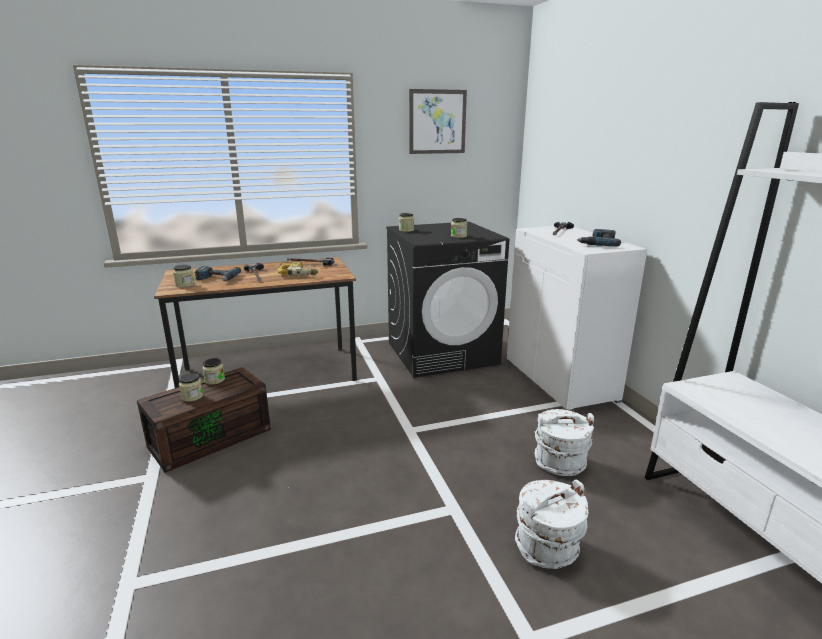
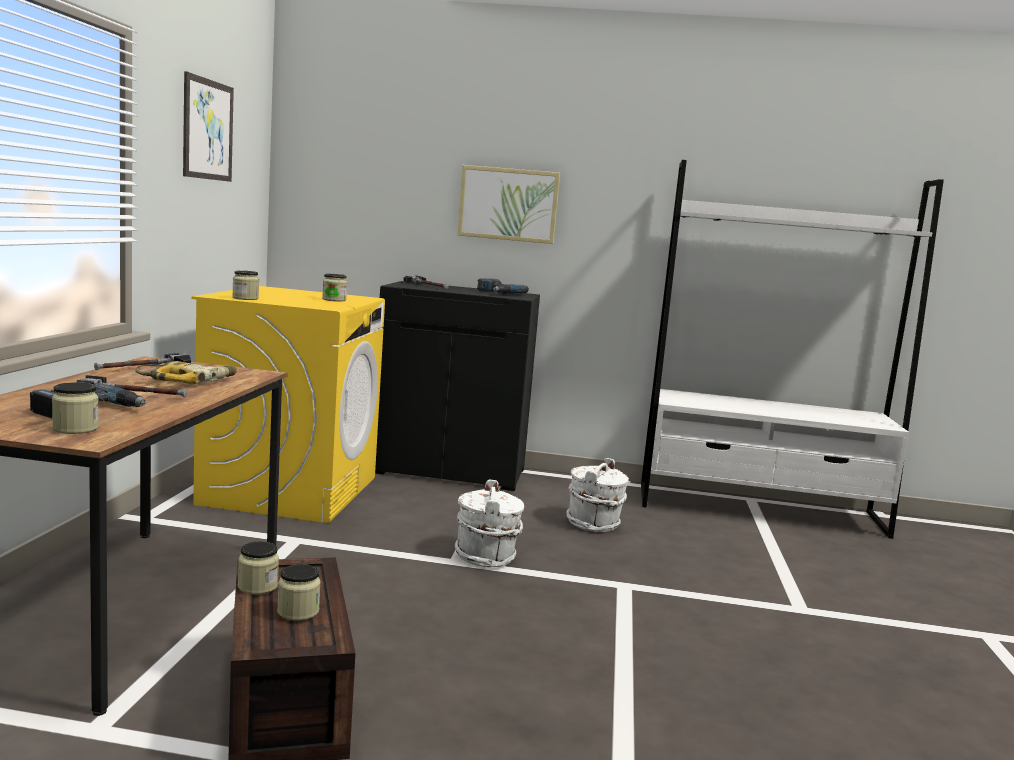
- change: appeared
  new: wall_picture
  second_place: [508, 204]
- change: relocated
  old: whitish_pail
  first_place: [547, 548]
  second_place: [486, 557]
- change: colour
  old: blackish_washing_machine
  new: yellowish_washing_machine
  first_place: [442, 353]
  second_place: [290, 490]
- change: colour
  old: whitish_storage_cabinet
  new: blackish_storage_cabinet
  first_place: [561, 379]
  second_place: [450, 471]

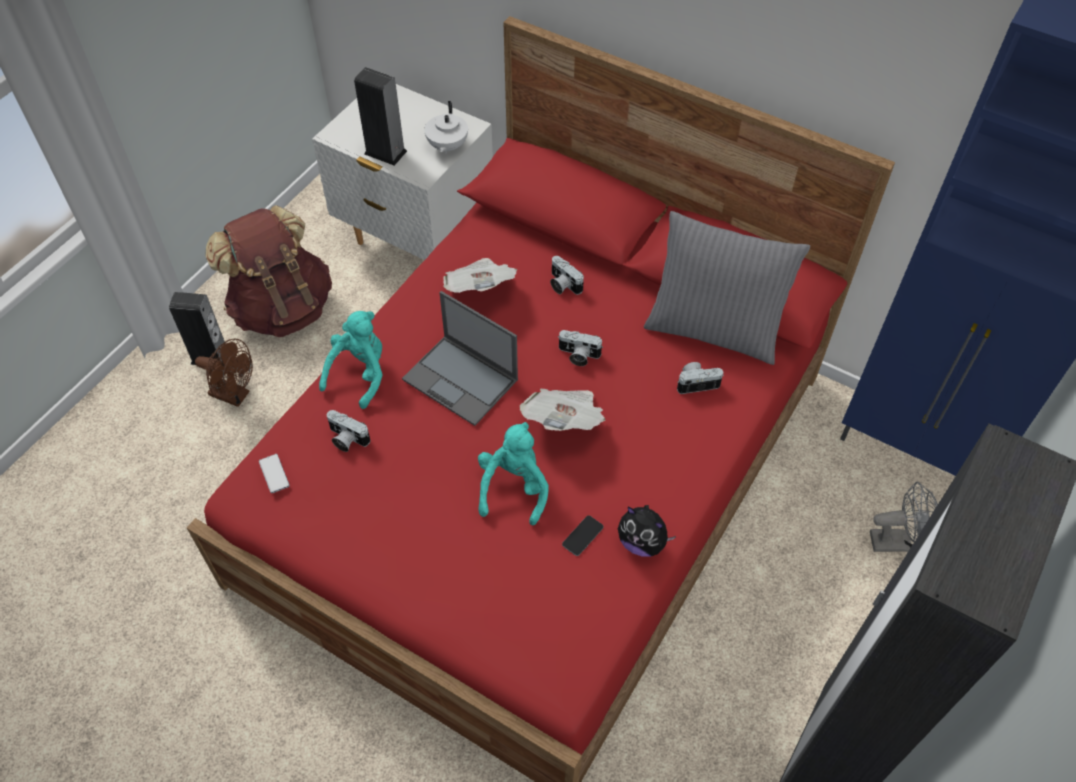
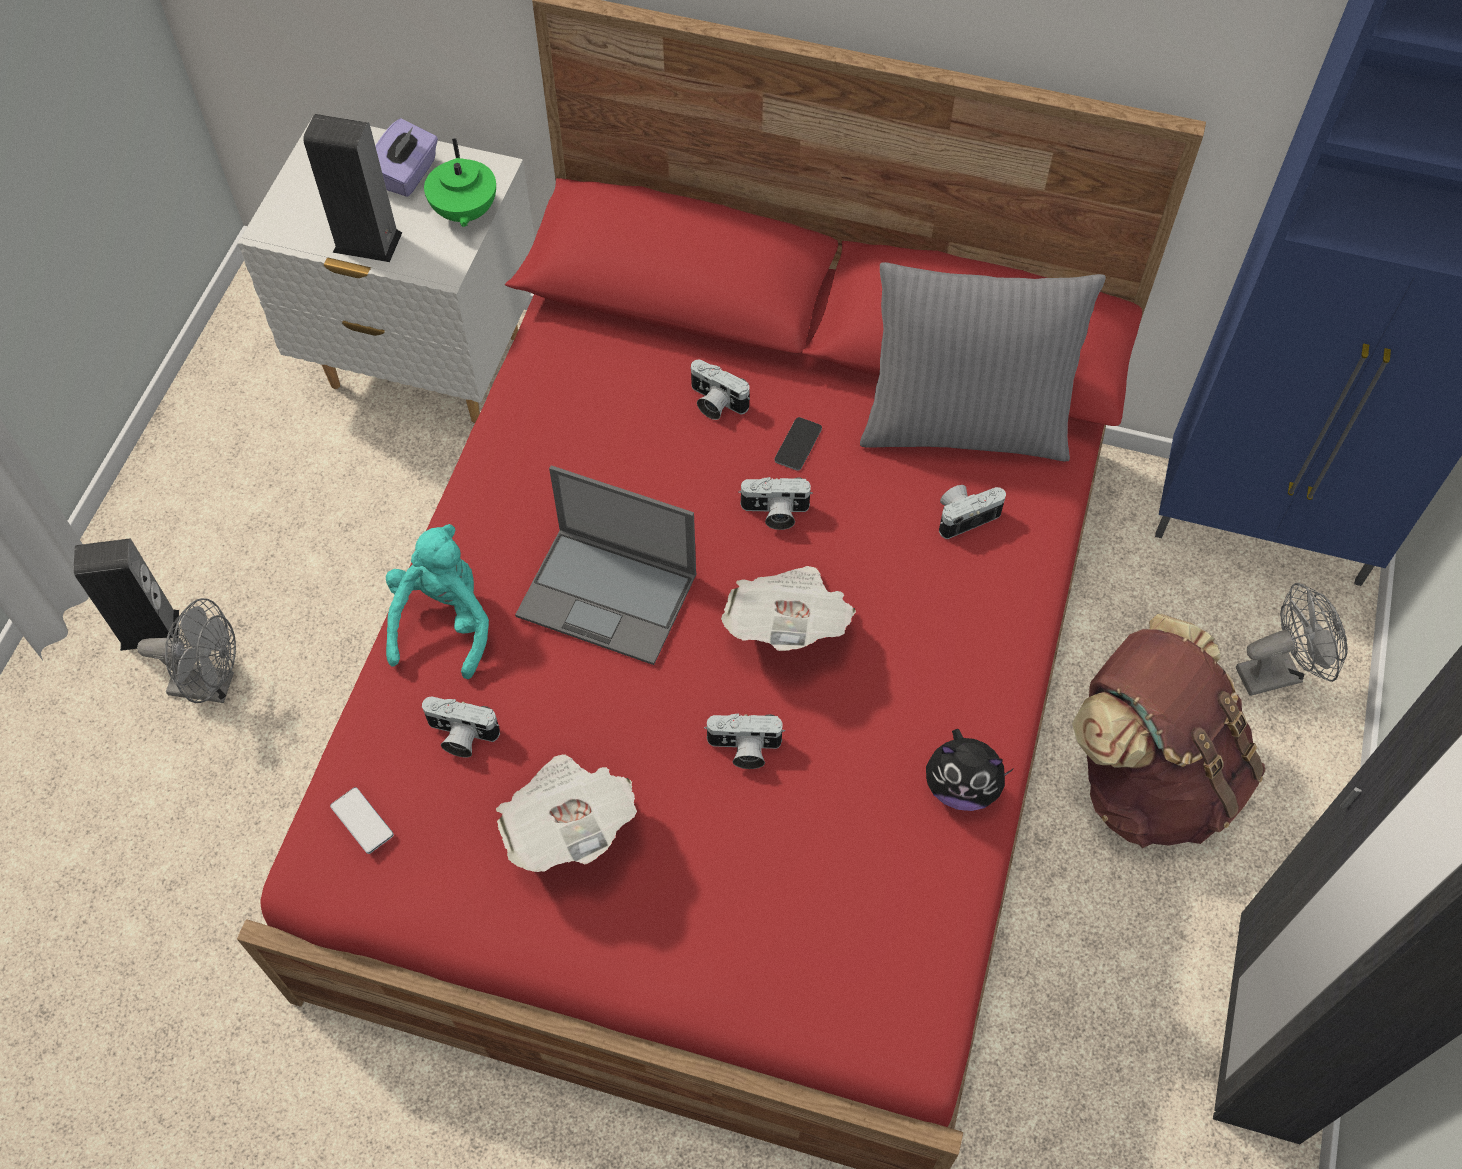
- change: appeared
  new: purple-coloured_box_of_tissues
  second_place: [407, 175]
- change: relocated
  old: brown-coloured_backpack
  first_place: [282, 308]
  second_place: [1148, 776]
- change: relocated
  old: newspaper
  first_place: [480, 289]
  second_place: [568, 824]
- change: relocated
  old: telephone
  first_place: [582, 536]
  second_place: [798, 444]
- change: exchanged
  old: turquoise_cuddly_toy
  new: photo_camera
  first_place: [513, 488]
  second_place: [743, 749]
- change: colour
  old: brown-coloured_fan
  new: greyish_fan
  first_place: [235, 395]
  second_place: [212, 685]
- change: colour
  old: whitish_tea_pot
  new: green-coloured_tea_pot
  first_place: [447, 147]
  second_place: [464, 213]

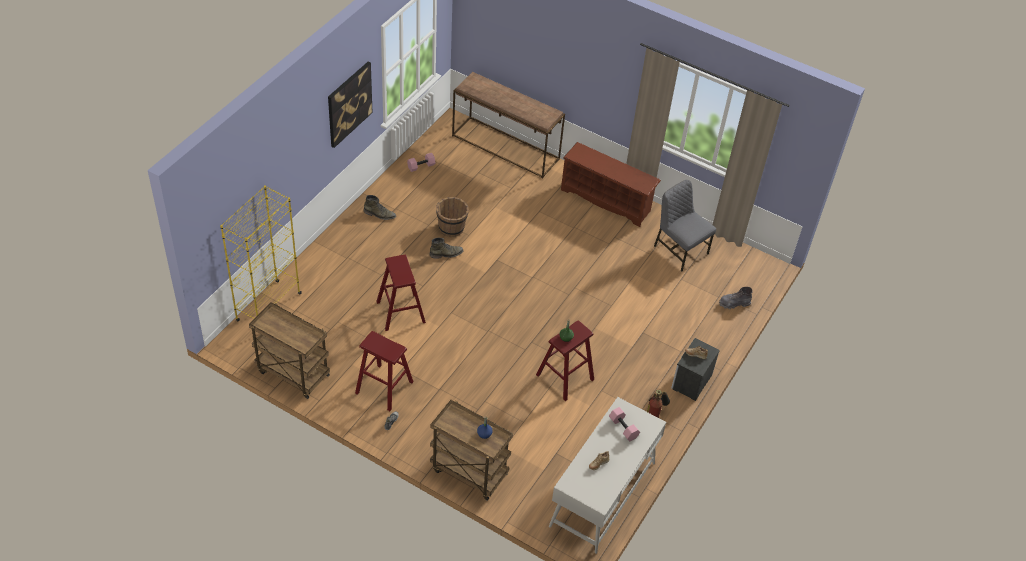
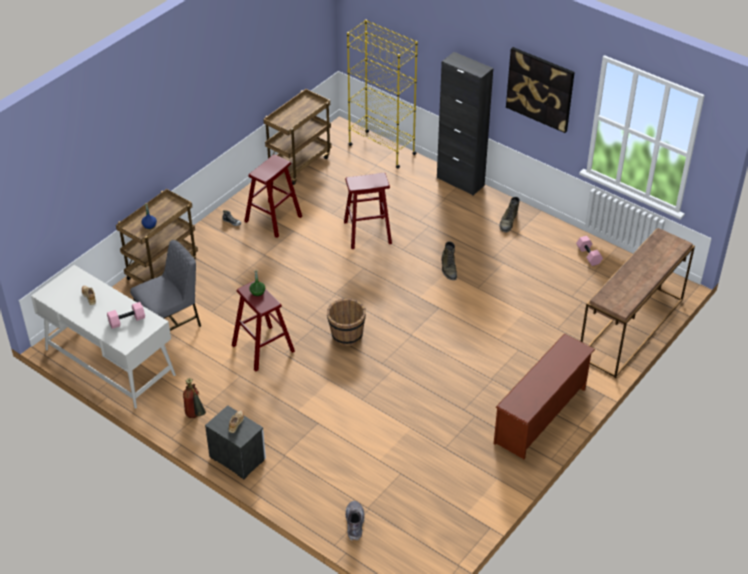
- change: appeared
  new: blackish_storage_cabinet
  second_place: [460, 181]
- change: relocated
  old: brown-coloured_pail
  first_place: [451, 228]
  second_place: [346, 336]
- change: relocated
  old: greyish_plain_chair
  first_place: [679, 249]
  second_place: [170, 323]

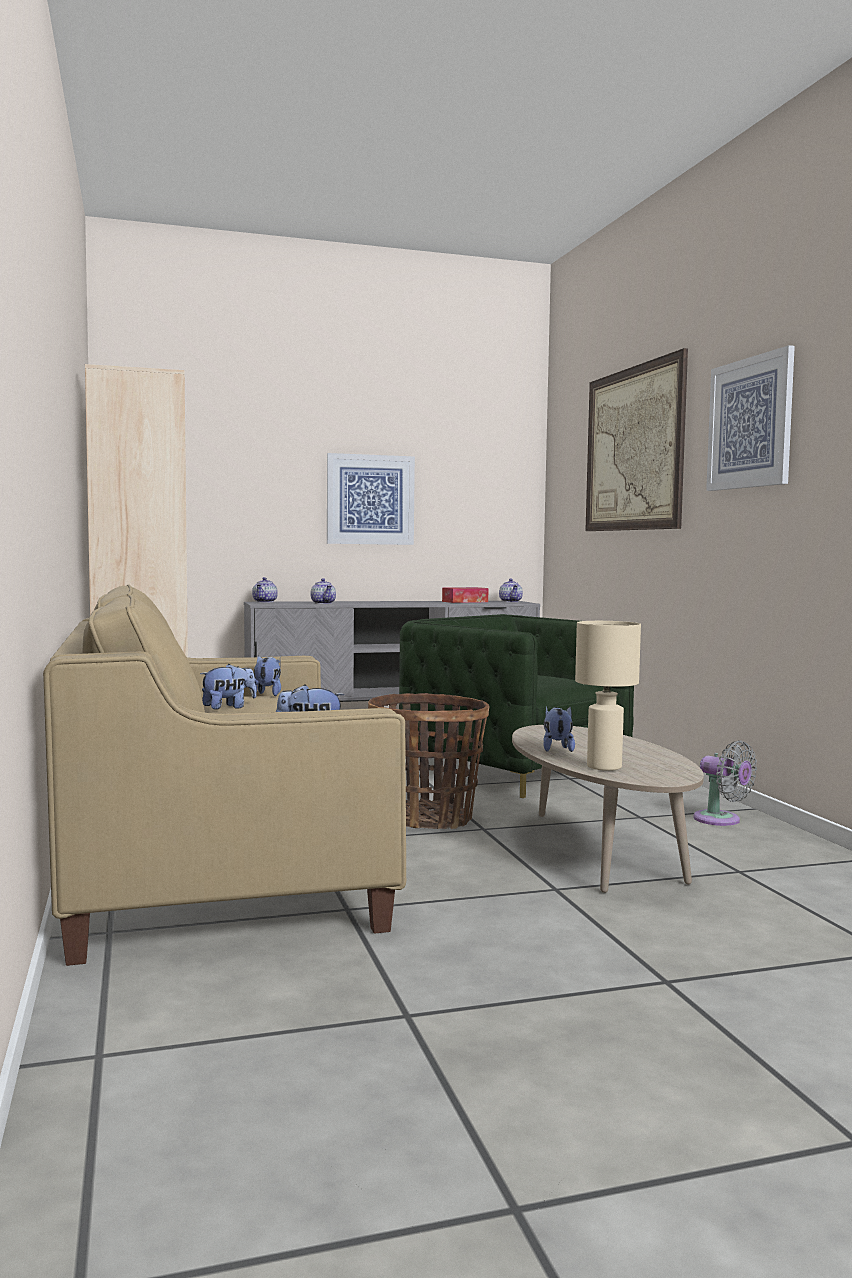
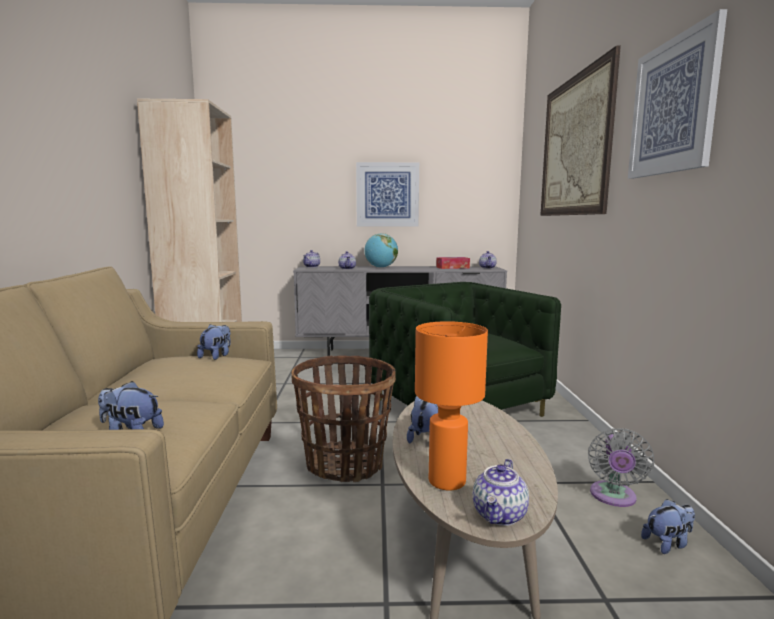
- change: appeared
  new: desk_globe
  second_place: [381, 267]
- change: appeared
  new: tea_pot
  second_place: [500, 515]
- change: relocated
  old: cuddly_toy
  first_place: [228, 707]
  second_place: [668, 543]
- change: colour
  old: sand-coloured_lamp_for_a_table
  new: orangey_lamp_for_a_table
  first_place: [605, 767]
  second_place: [447, 482]
- change: spun
  old: greyish_fan
  first_place: [721, 820]
  second_place: [613, 497]
  degrees: 45

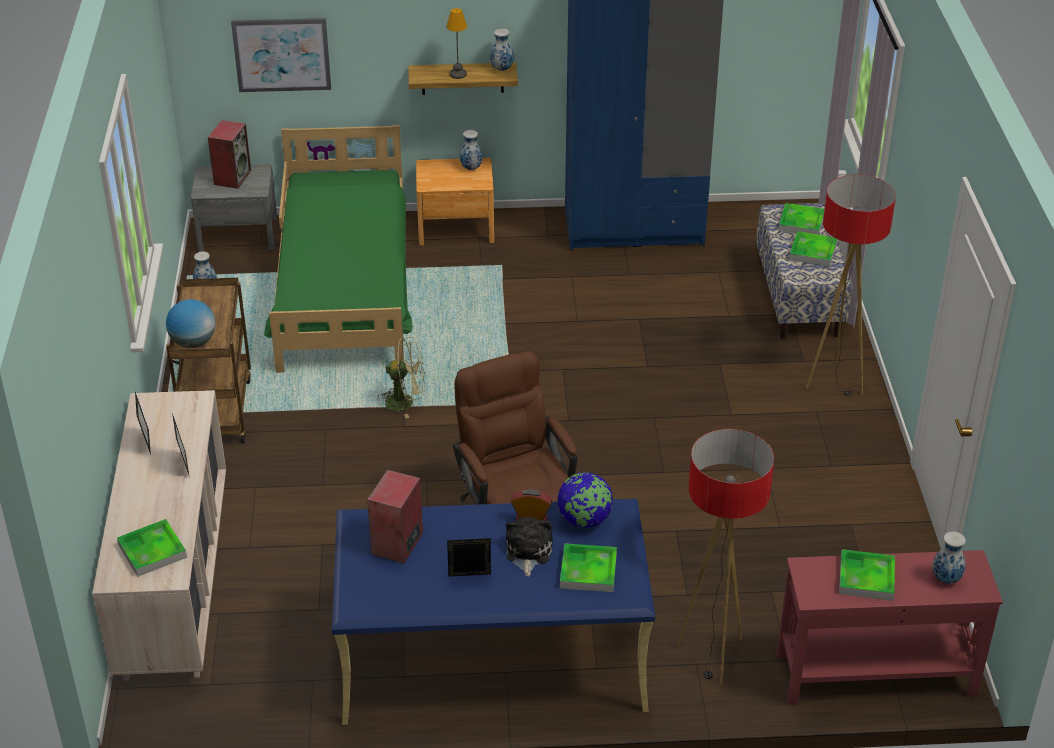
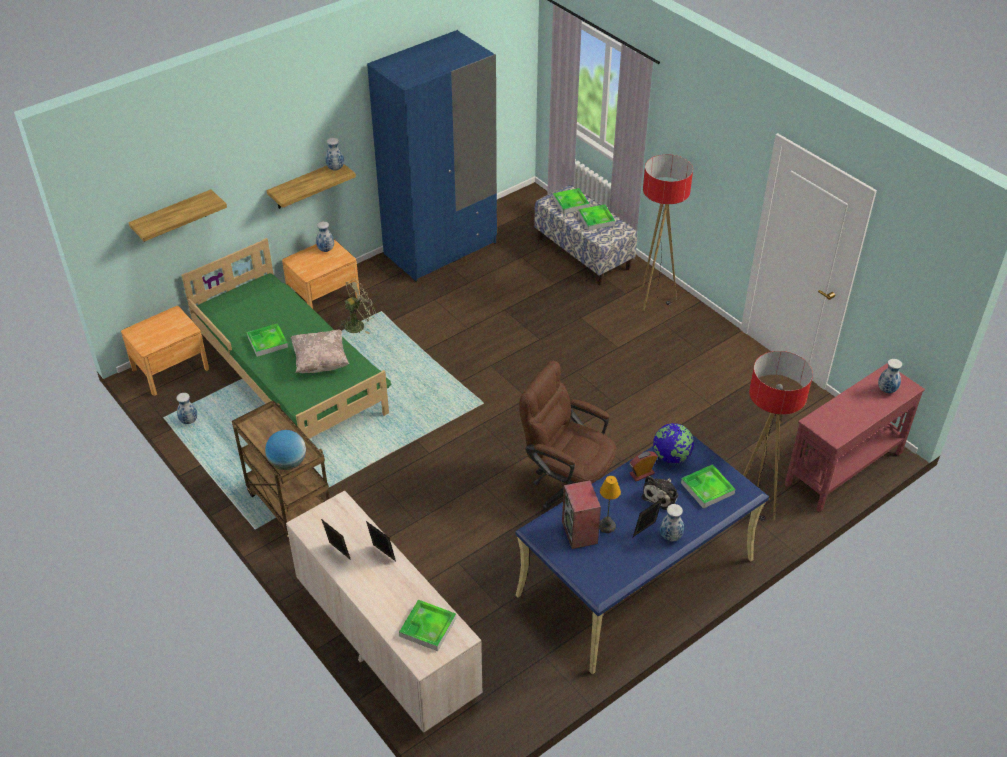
- change: missing
  old: audio_speaker
  first_place: [232, 177]
- change: appeared
  new: sand-coloured_throw_pillow
  second_place: [320, 362]
- change: appeared
  new: decorative_vase
  second_place: [670, 537]
- change: relocated
  old: green-coloured_fan
  first_place: [406, 402]
  second_place: [358, 324]
- change: relocated
  old: lamp_for_a_table
  first_place: [458, 74]
  second_place: [607, 526]
- change: relocated
  old: tray
  first_place: [866, 578]
  second_place: [267, 342]
- change: exchanged
  old: wall_picture
  new: wall_shelf
  first_place: [282, 54]
  second_place: [173, 216]
- change: colour
  old: greyish_bedside_table
  new: brown-coloured_bedside_table
  first_place: [238, 234]
  second_place: [170, 369]
- change: spun
  old: cuddly_toy
  first_place: [527, 552]
  second_place: [661, 495]
  degrees: -120

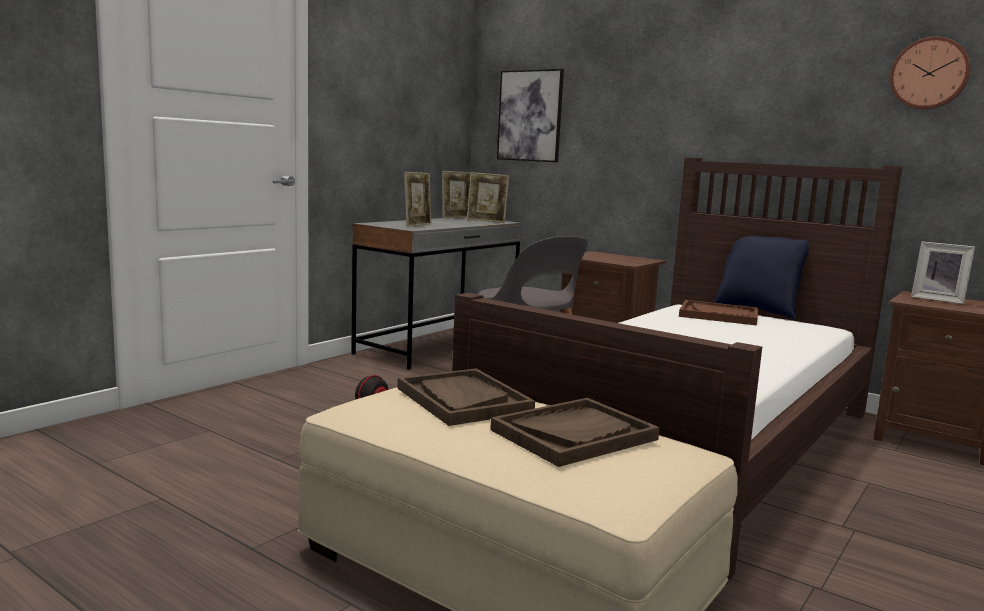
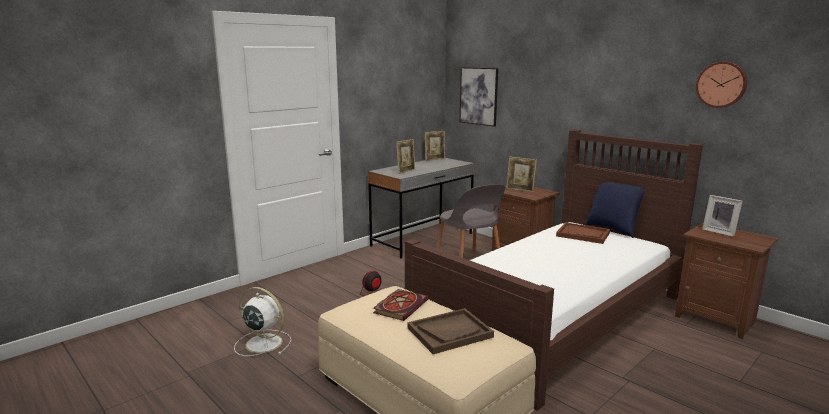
- change: appeared
  new: whitish_fan
  second_place: [262, 343]
- change: relocated
  old: standing_frame
  first_place: [486, 221]
  second_place: [520, 190]
- change: exchanged
  old: brown-coloured_tray
  new: volume
  first_place: [463, 400]
  second_place: [400, 306]

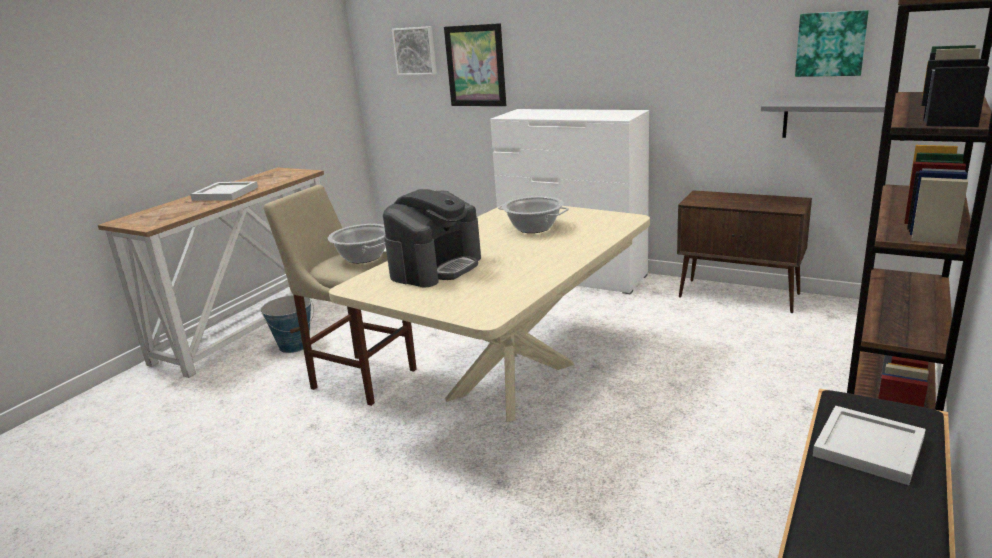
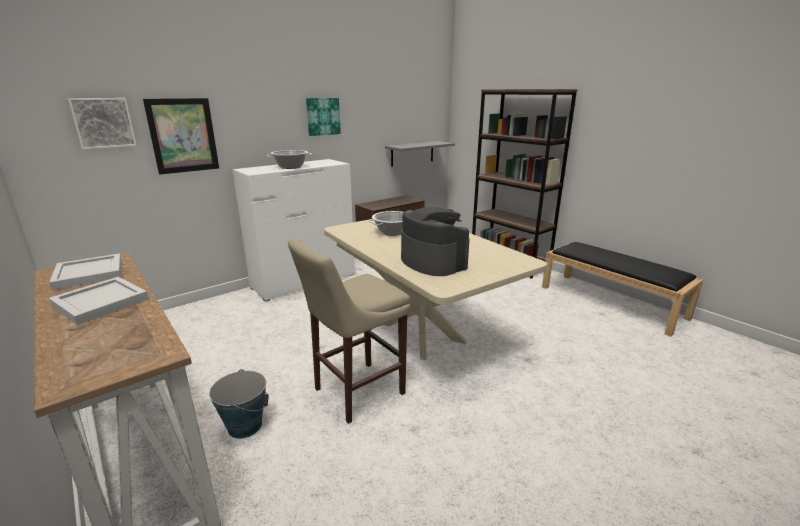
- change: relocated
  old: stockpot
  first_place: [364, 257]
  second_place: [291, 167]
- change: relocated
  old: wall_picture
  first_place: [830, 44]
  second_place: [322, 116]
- change: relocated
  old: whitish_tray
  first_place: [867, 446]
  second_place: [88, 273]

